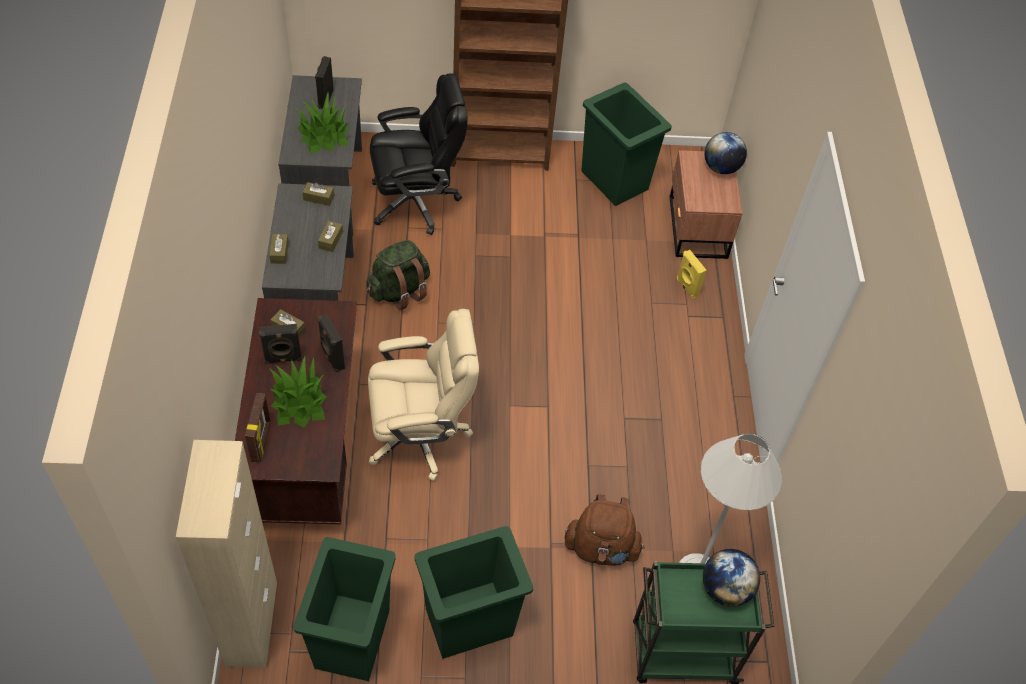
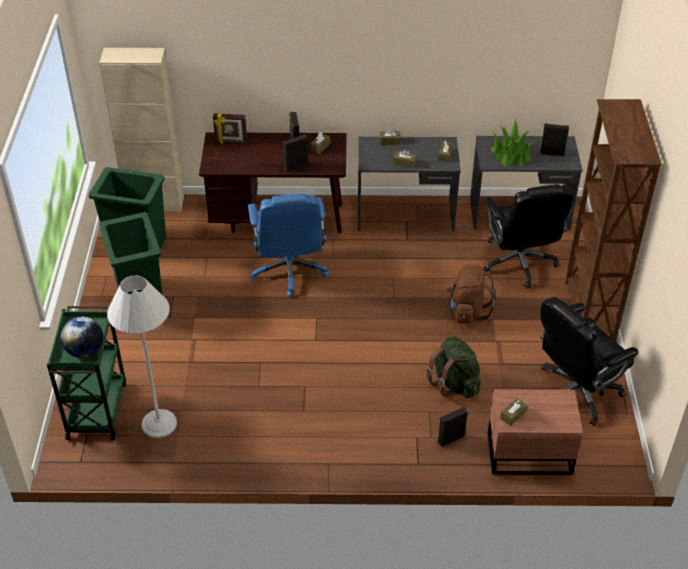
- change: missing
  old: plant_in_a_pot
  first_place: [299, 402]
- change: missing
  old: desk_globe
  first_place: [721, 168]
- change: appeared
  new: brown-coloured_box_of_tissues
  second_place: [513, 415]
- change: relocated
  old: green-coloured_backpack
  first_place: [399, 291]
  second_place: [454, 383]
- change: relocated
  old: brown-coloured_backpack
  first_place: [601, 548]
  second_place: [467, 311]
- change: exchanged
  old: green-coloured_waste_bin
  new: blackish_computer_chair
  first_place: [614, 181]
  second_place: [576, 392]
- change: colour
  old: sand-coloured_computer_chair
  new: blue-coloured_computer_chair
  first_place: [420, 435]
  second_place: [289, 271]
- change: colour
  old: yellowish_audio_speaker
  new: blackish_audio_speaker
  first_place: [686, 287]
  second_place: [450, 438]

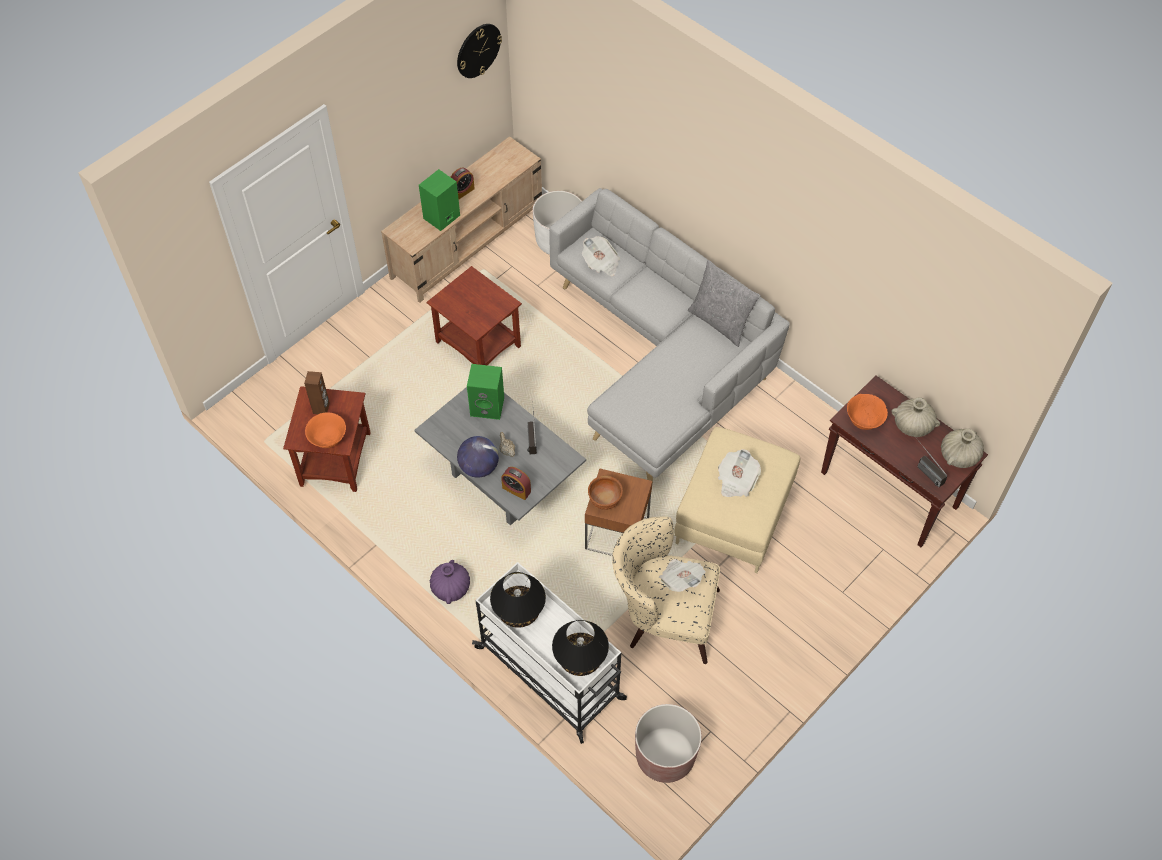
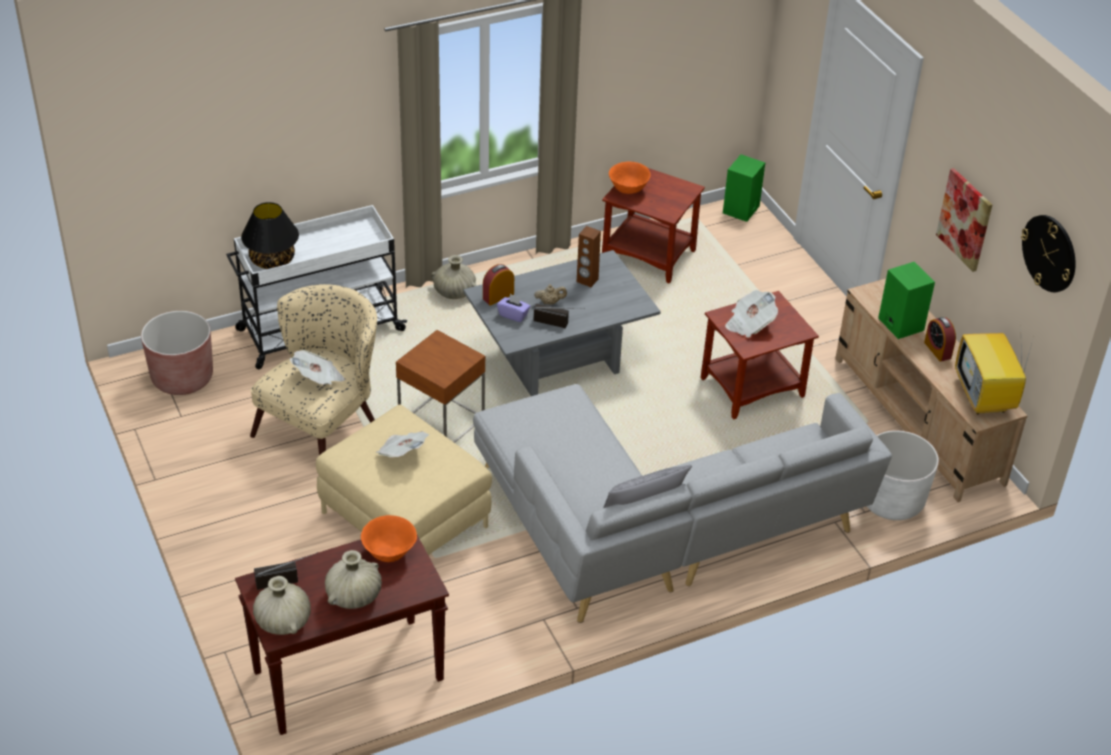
- change: missing
  old: desk_globe
  first_place: [479, 467]
- change: missing
  old: blackish_lamp_for_a_table
  first_place: [519, 611]
- change: missing
  old: brown-coloured_deep_dish
  first_place: [604, 501]
- change: appeared
  new: purple-coloured_box_of_tissues
  second_place: [513, 315]
- change: appeared
  new: wall_picture
  second_place: [965, 219]
- change: appeared
  new: television
  second_place: [985, 397]
- change: relocated
  old: brown-coloured_audio_speaker
  first_place: [321, 408]
  second_place: [587, 280]
- change: relocated
  old: green-coloured_audio_speaker
  first_place: [488, 406]
  second_place: [741, 210]
- change: relocated
  old: newspaper
  first_place: [601, 263]
  second_place: [749, 324]
- change: colour
  old: purple-coloured_decorative_vase
  new: sand-coloured_decorative_vase
  first_place: [450, 588]
  second_place: [454, 292]

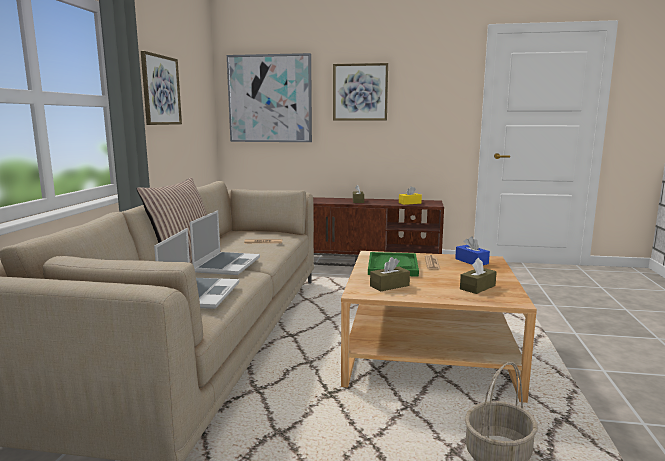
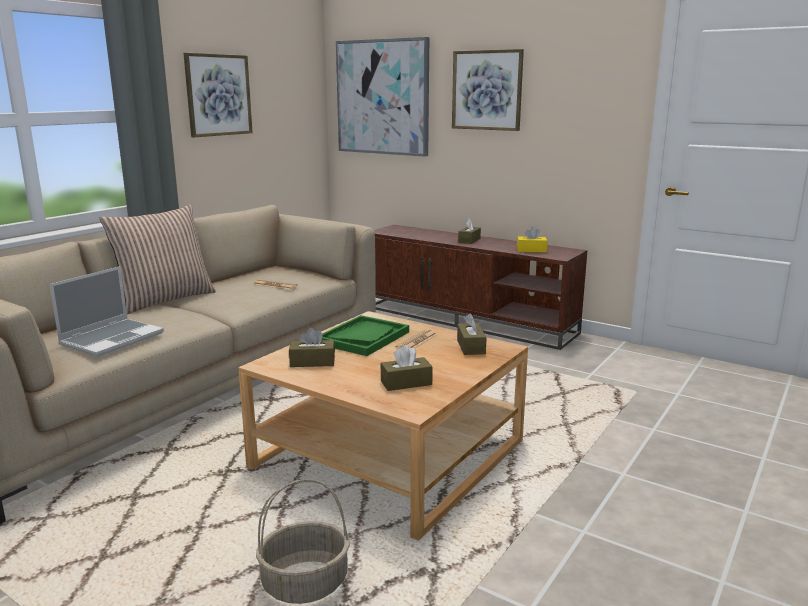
- change: missing
  old: portable_computer
  first_place: [227, 265]
- change: colour
  old: blue-coloured_box_of_tissues
  new: brown-coloured_box_of_tissues
  first_place: [471, 261]
  second_place: [471, 347]

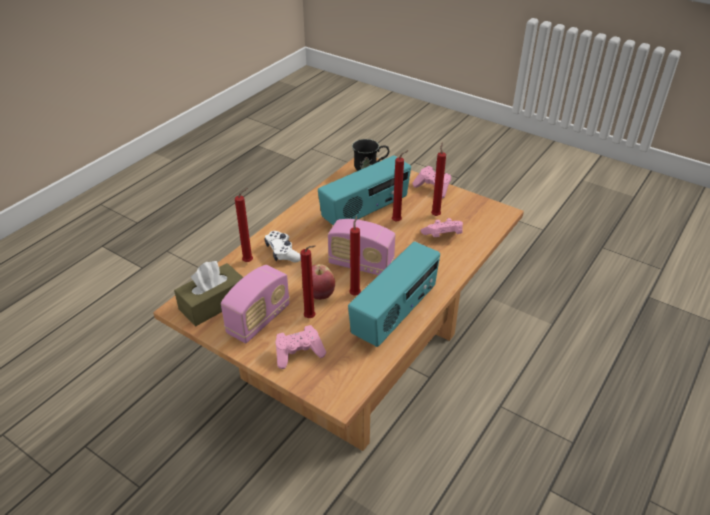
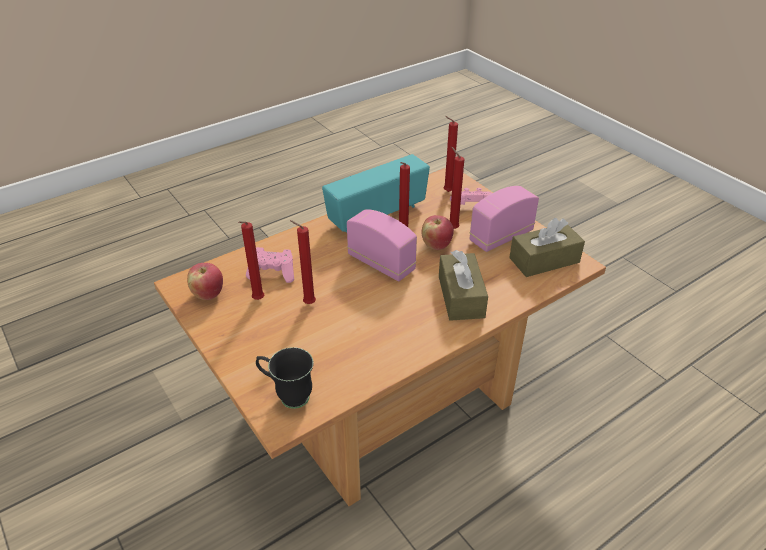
- change: missing
  old: radio
  first_place: [365, 212]
- change: missing
  old: pink-coloured_joypad
  first_place: [433, 188]
- change: appeared
  new: apple
  second_place: [208, 294]
- change: relocated
  old: red_wax_light
  first_place: [249, 261]
  second_place: [446, 191]
- change: exchanged
  old: whitish_joypad
  new: brown-coloured_box_of_tissues
  first_place: [282, 252]
  second_place: [461, 297]

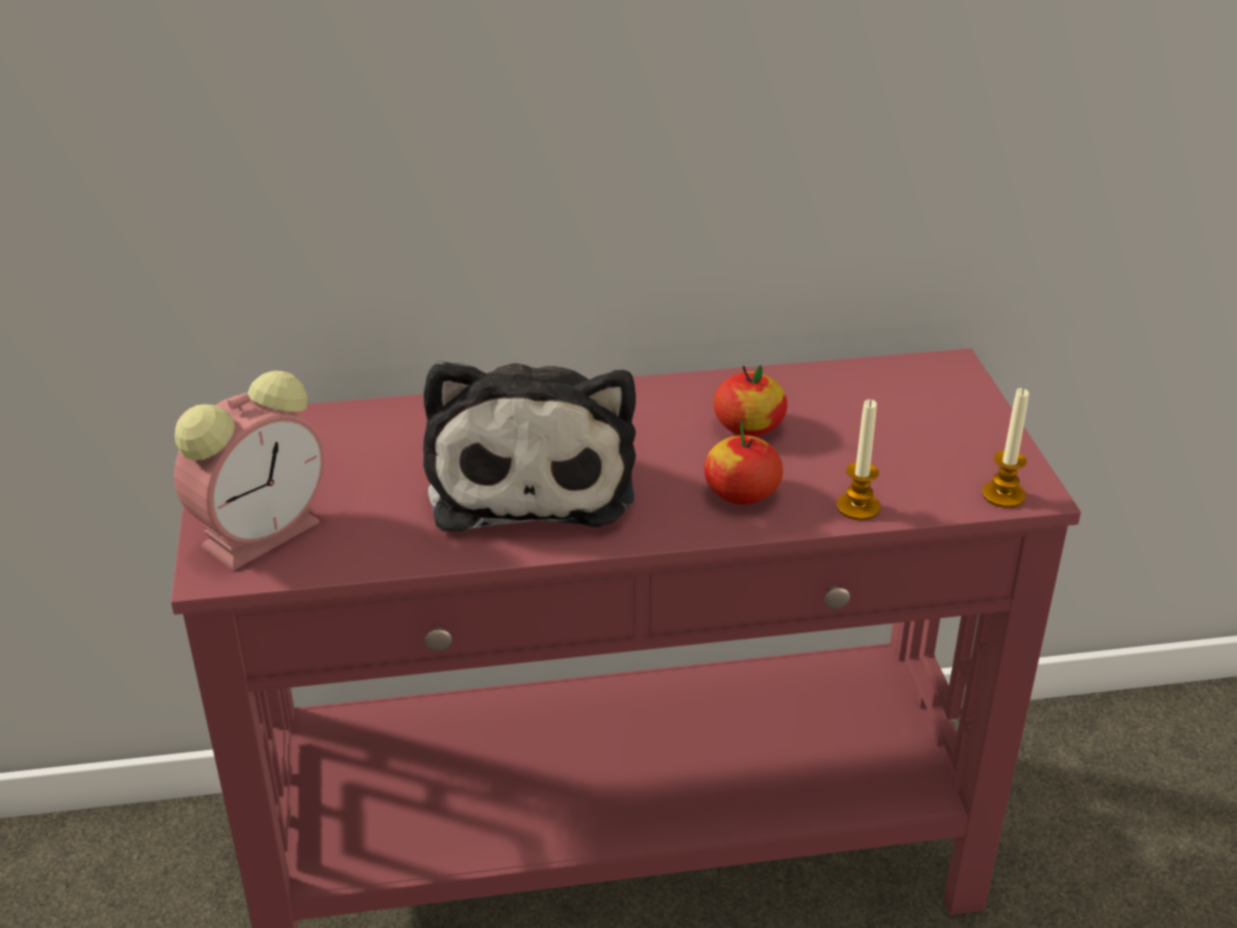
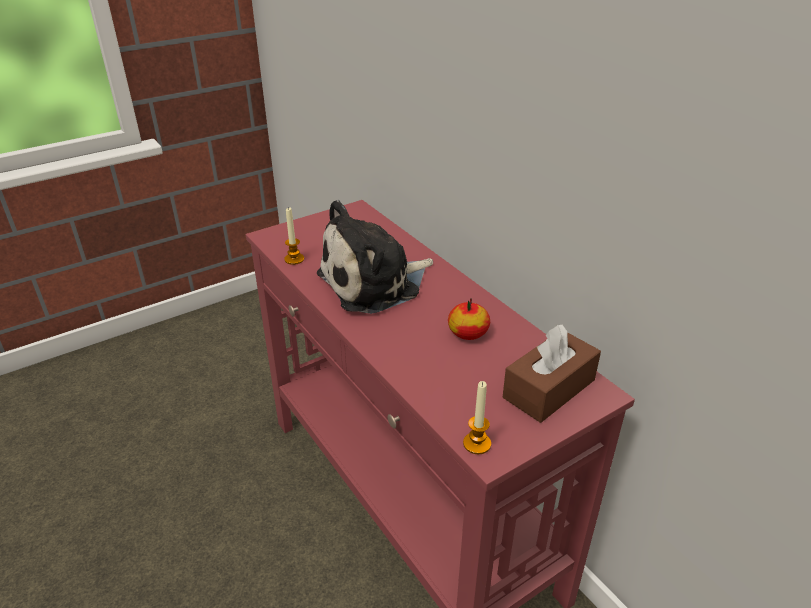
- change: missing
  old: alarm_clock
  first_place: [264, 531]
- change: missing
  old: apple
  first_place: [742, 493]
- change: appeared
  new: brown-coloured_box_of_tissues
  second_place: [549, 389]
- change: relocated
  old: wax_light
  first_place: [858, 507]
  second_place: [294, 259]

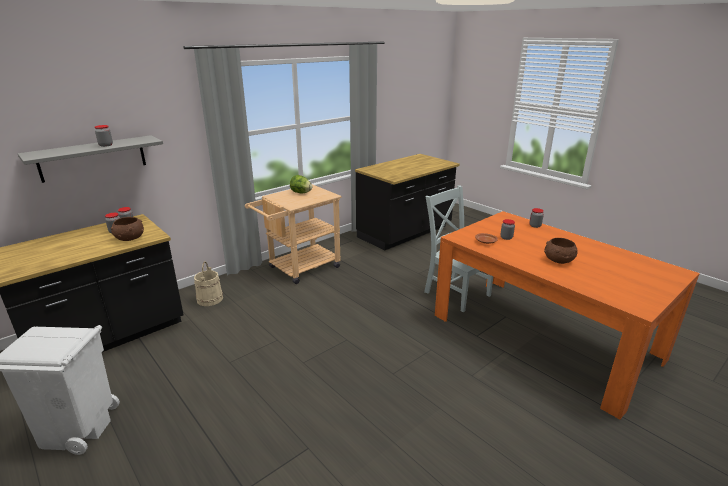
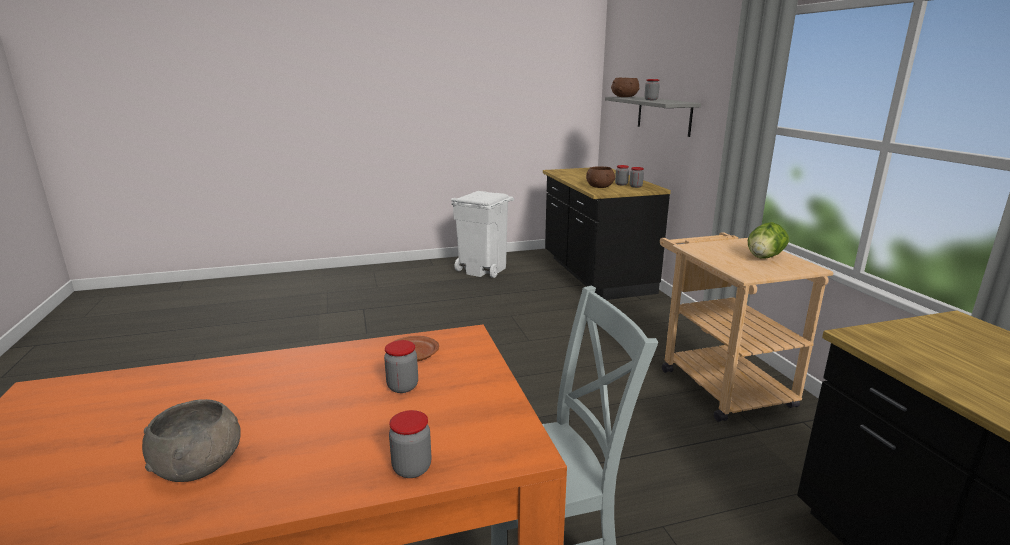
- change: missing
  old: sand-coloured_pail
  first_place: [209, 299]
- change: appeared
  new: greyish_deep_dish
  second_place: [200, 465]
- change: relocated
  old: brown-coloured_deep_dish
  first_place: [558, 260]
  second_place: [624, 97]

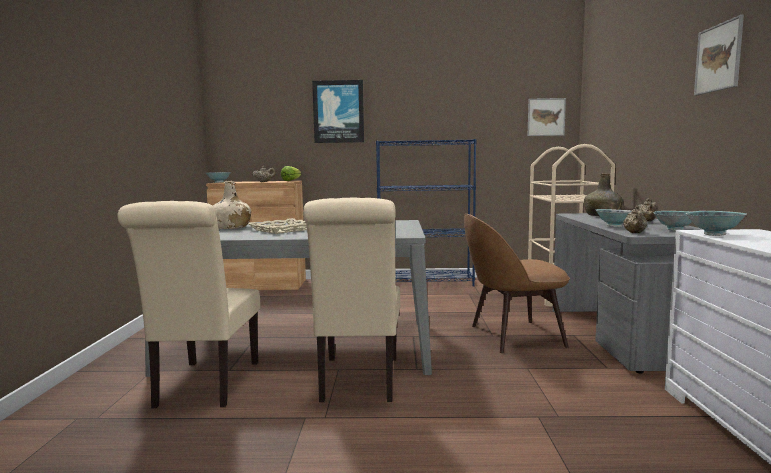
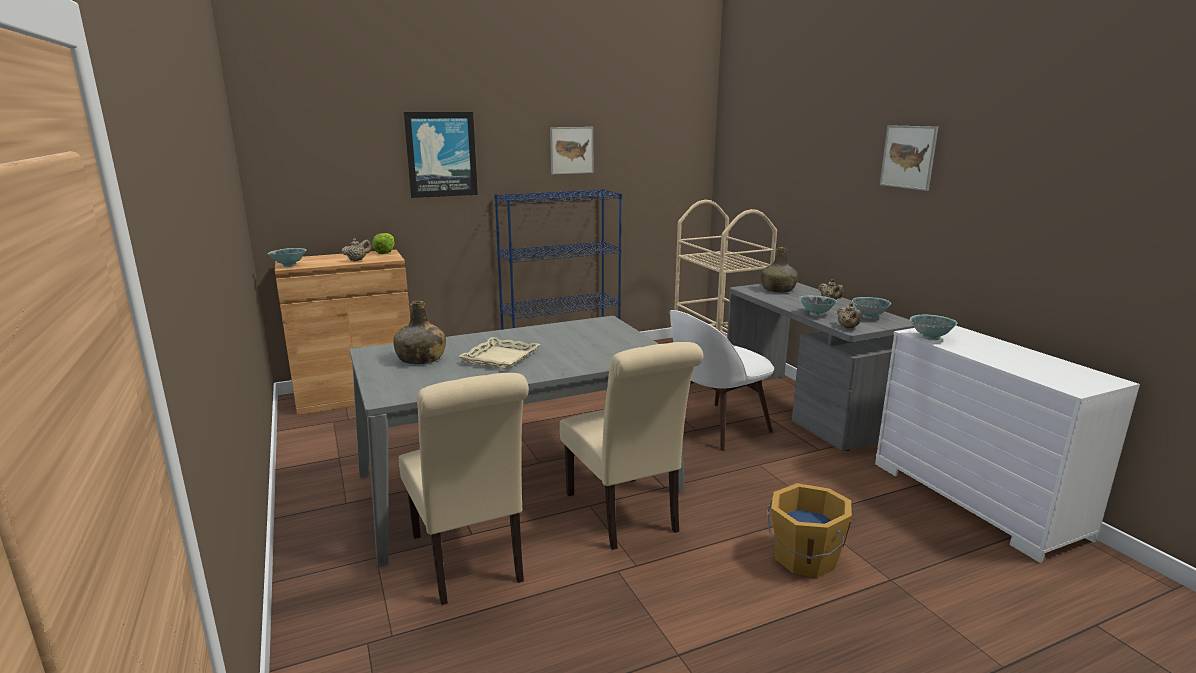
- change: appeared
  new: orangey_pail
  second_place: [804, 558]
- change: relocated
  old: wall_picture
  first_place: [546, 117]
  second_place: [571, 150]
- change: colour
  old: sand-coloured_bottle
  new: green-coloured_bottle
  first_place: [231, 227]
  second_place: [421, 359]
- change: colour
  old: brown-coloured_plain_chair
  new: whitish_plain_chair
  first_place: [512, 336]
  second_place: [715, 427]

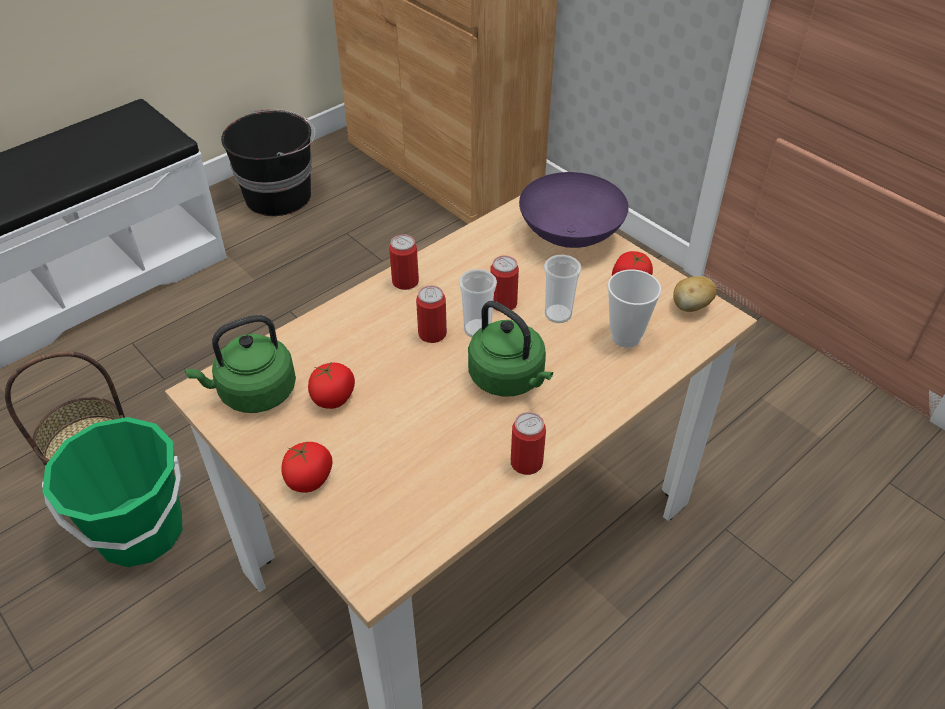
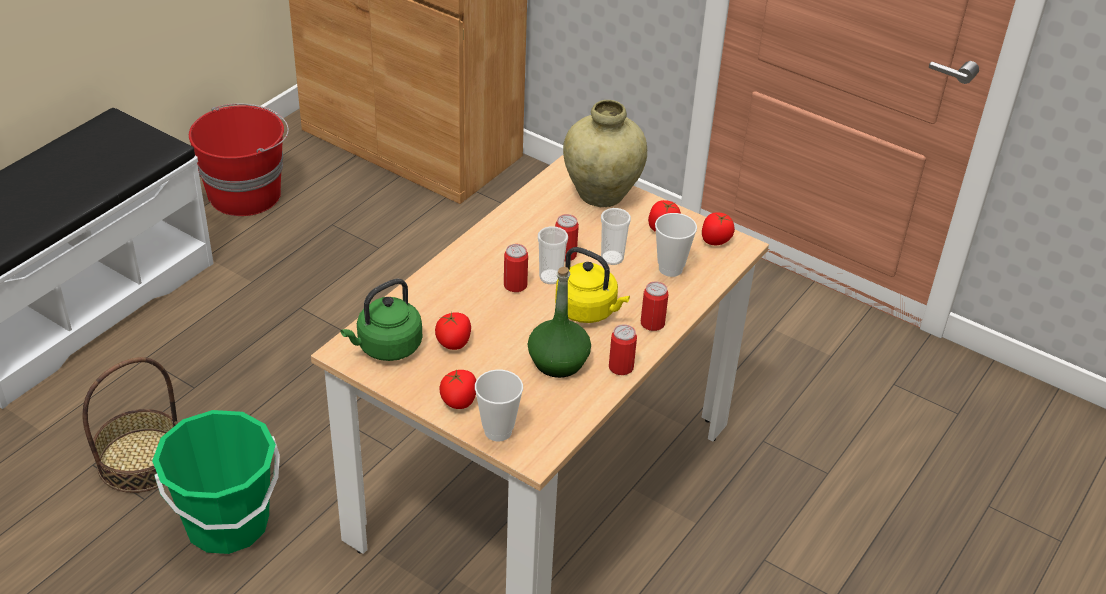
- change: appeared
  new: cup
  second_place: [498, 431]
- change: appeared
  new: green-coloured_bottle
  second_place: [558, 362]
- change: relocated
  old: metal_can
  first_place: [405, 282]
  second_place: [652, 323]
- change: exchanged
  old: purple-coloured_deep_dish
  new: sand-coloured_decorative_vase
  first_place: [568, 236]
  second_place: [601, 195]
- change: exchanged
  old: potato
  new: tomato
  first_place: [691, 307]
  second_place: [715, 240]
- change: colour
  old: blackish_pail
  new: red_pail
  first_place: [279, 196]
  second_place: [246, 194]
- change: colour
  old: green-coloured_water_kettle
  new: yellowish_water_kettle
  first_place: [509, 379]
  second_place: [588, 311]

